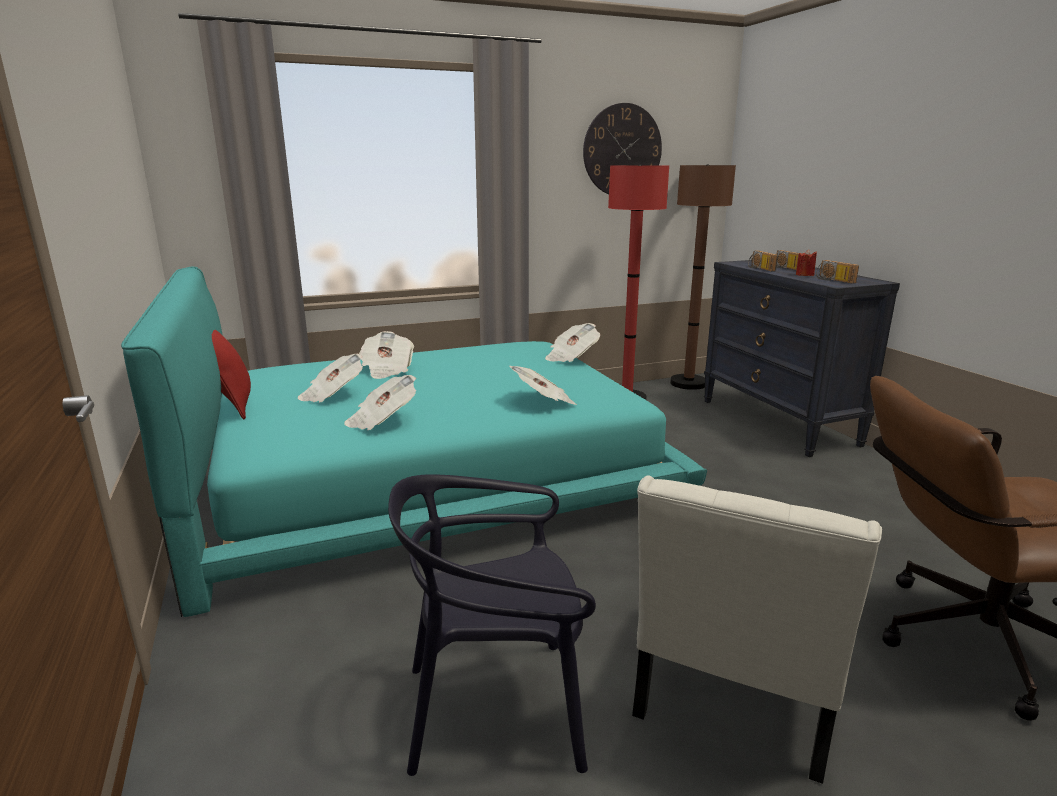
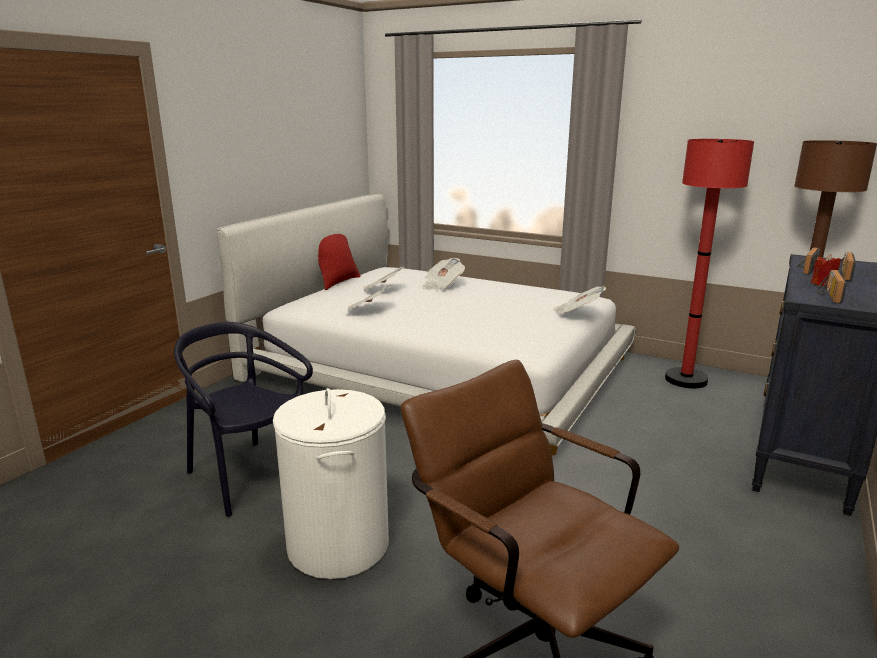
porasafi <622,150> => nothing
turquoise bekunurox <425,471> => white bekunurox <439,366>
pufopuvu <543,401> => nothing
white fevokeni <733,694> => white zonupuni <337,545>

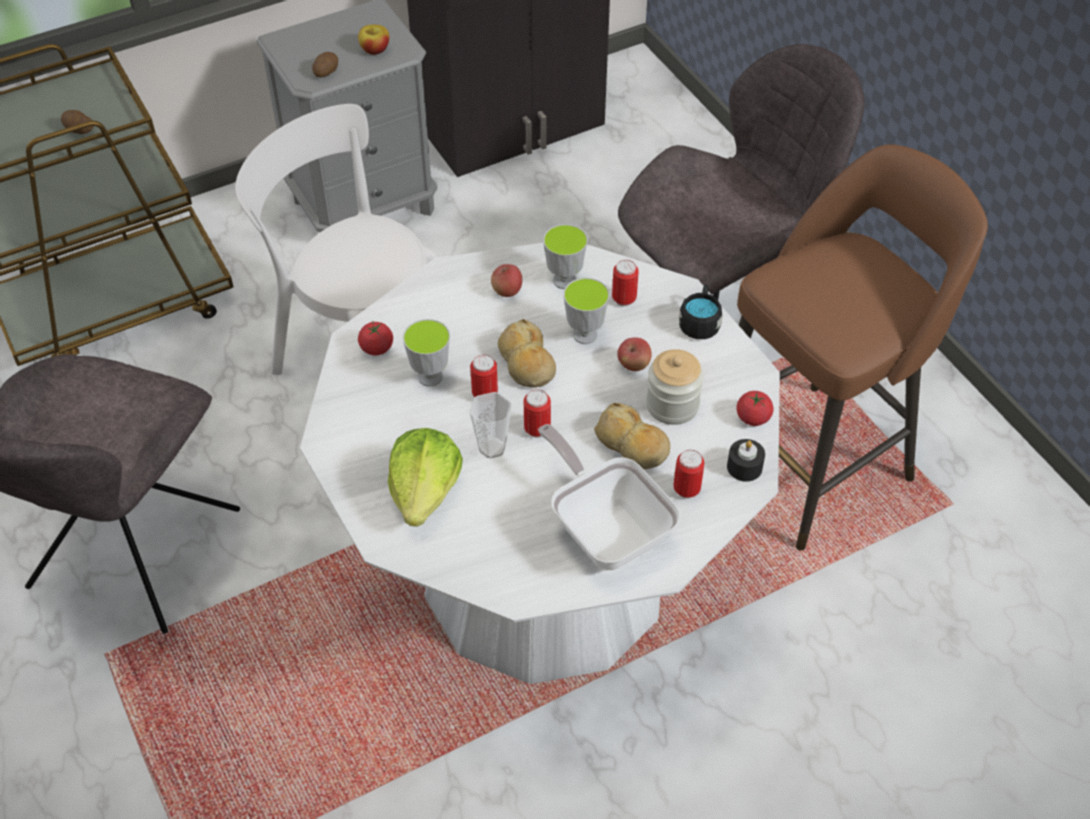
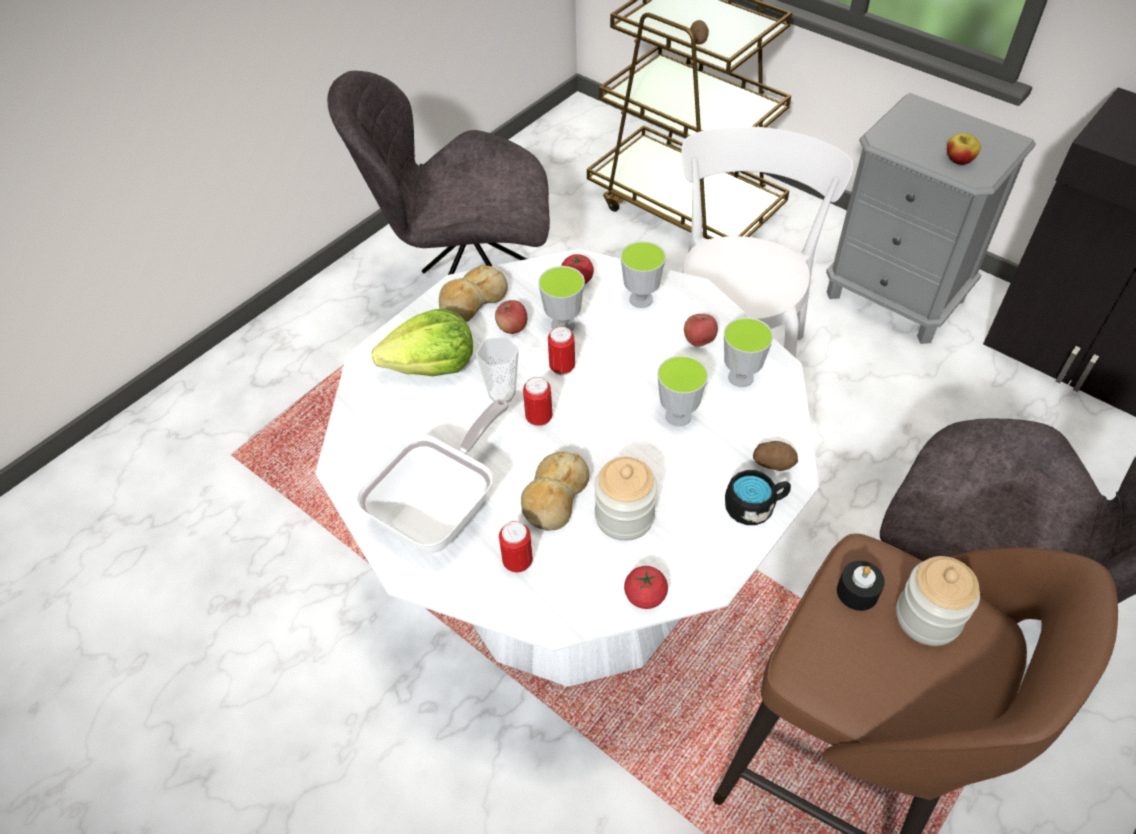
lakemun <325,72> => lakemun <773,462>, shifted
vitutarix <624,299> => nothing
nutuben <526,363> => nutuben <472,302>, shifted
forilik <634,365> => forilik <512,328>, shifted
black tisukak <744,467> => black tisukak <857,592>, shifted
nothing => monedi <641,299>
nothing => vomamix <927,617>

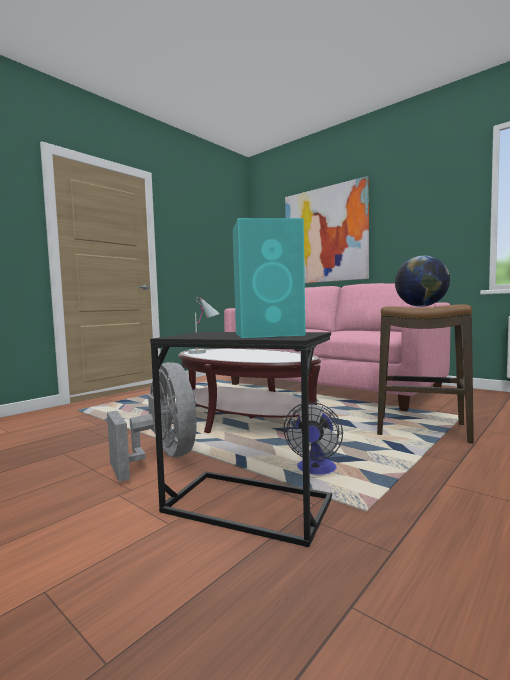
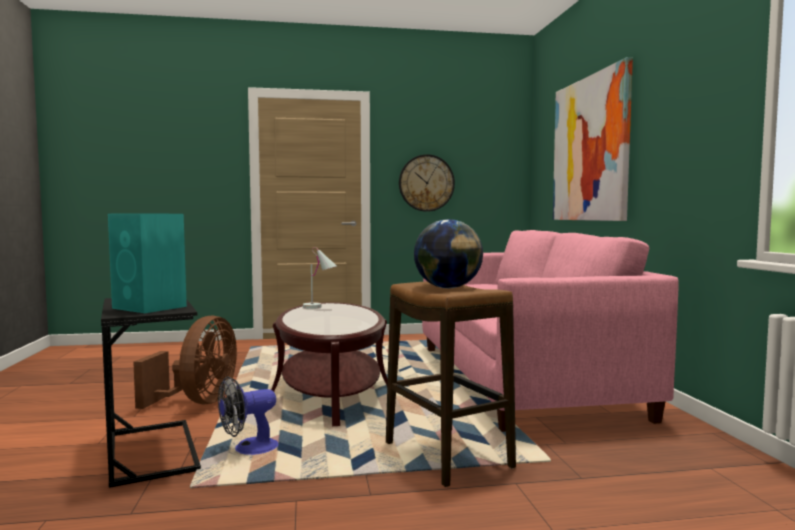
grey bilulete <163,458> => brown bilulete <198,402>
nothing => porasafi <426,183>

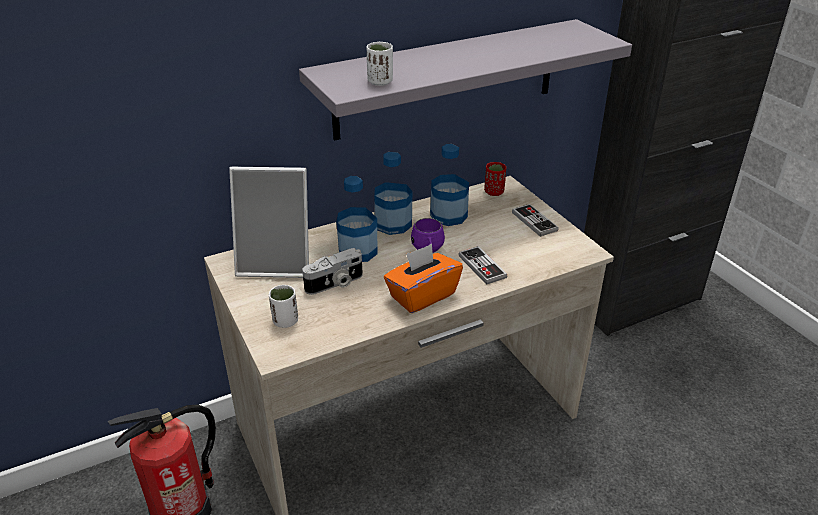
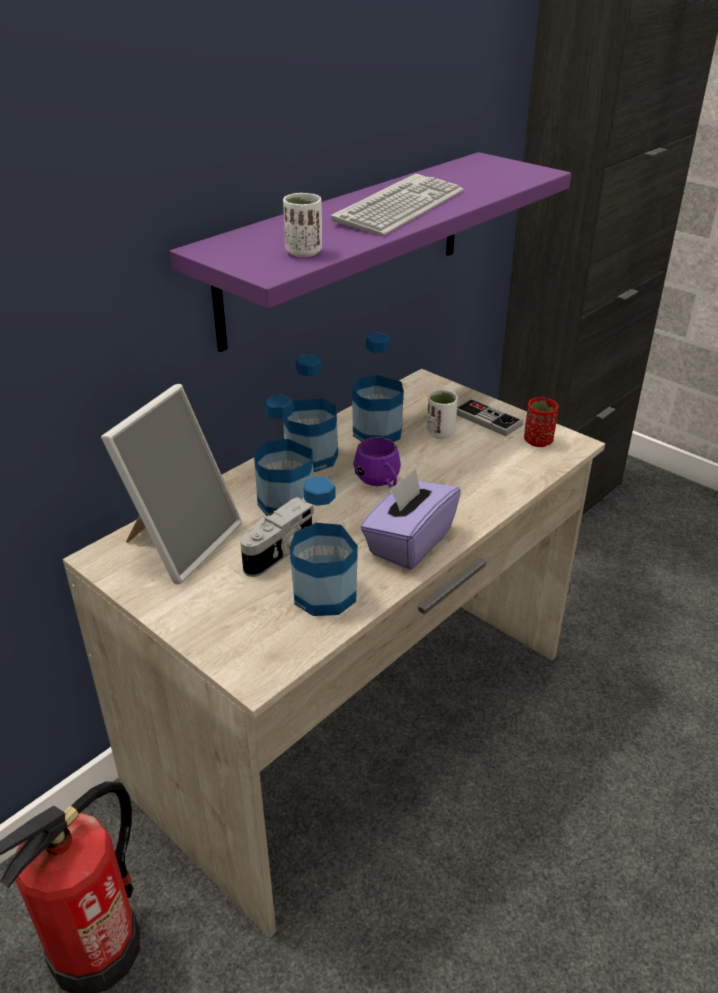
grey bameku <447,79> => purple bameku <347,246>
red monedi <494,192> => red monedi <538,441>, shifted
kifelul <277,262> => kifelul <180,542>, 45 degrees counterclockwise
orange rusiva <422,295> => purple rusiva <409,542>
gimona <482,267> => nothing
white monedi <285,321> => white monedi <440,433>, shifted
nothing => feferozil <400,207>
nothing => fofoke <325,594>

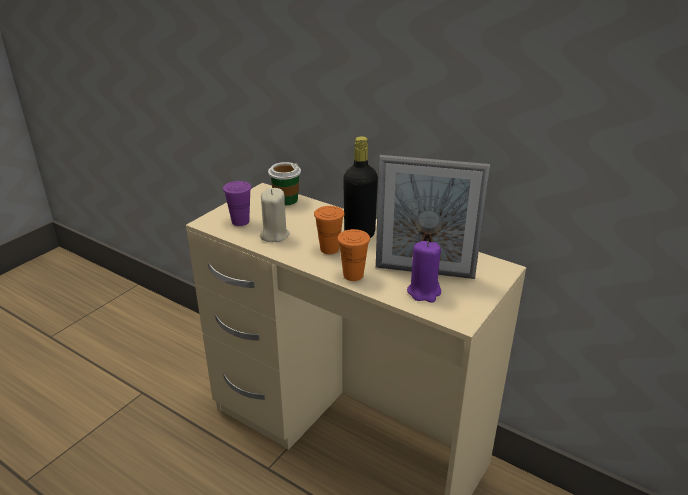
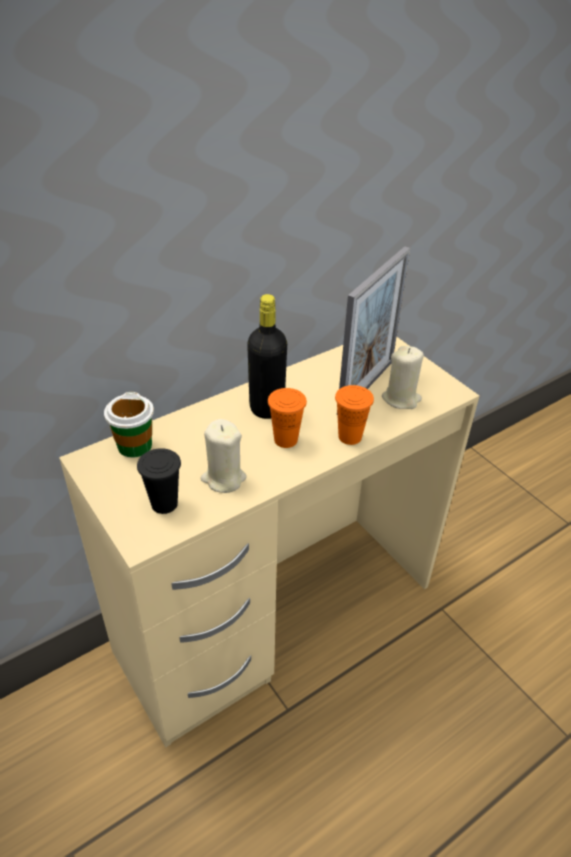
purple monedi <240,221> => black monedi <164,504>
purple tisukak <424,292> => beige tisukak <401,399>

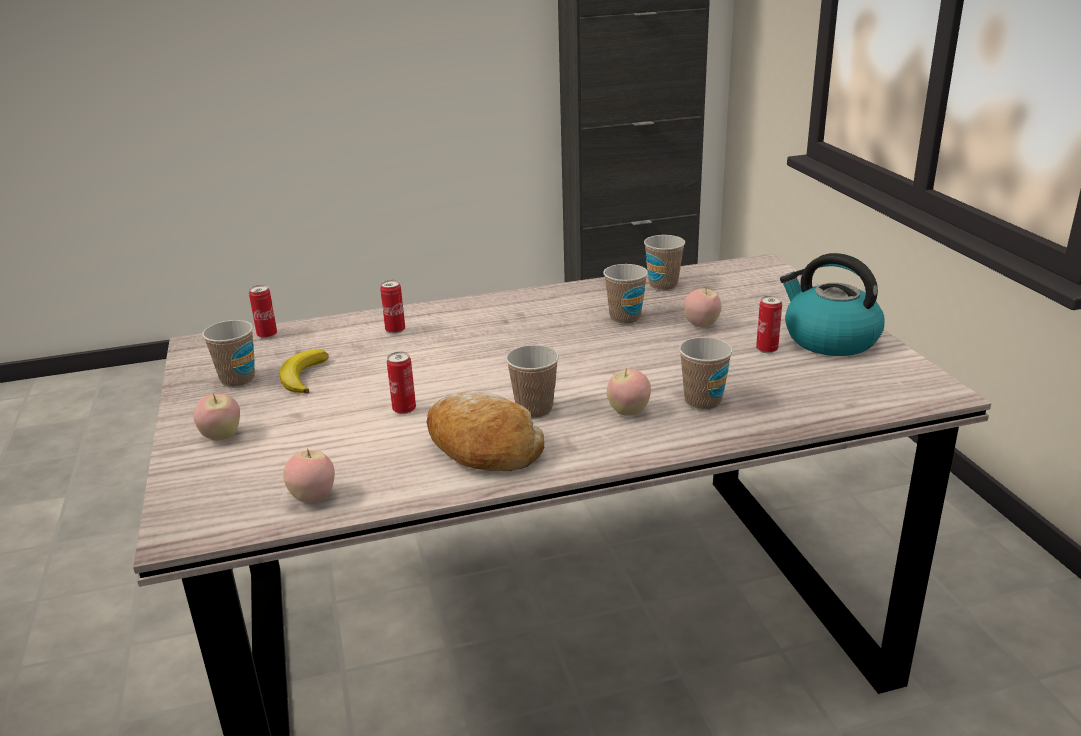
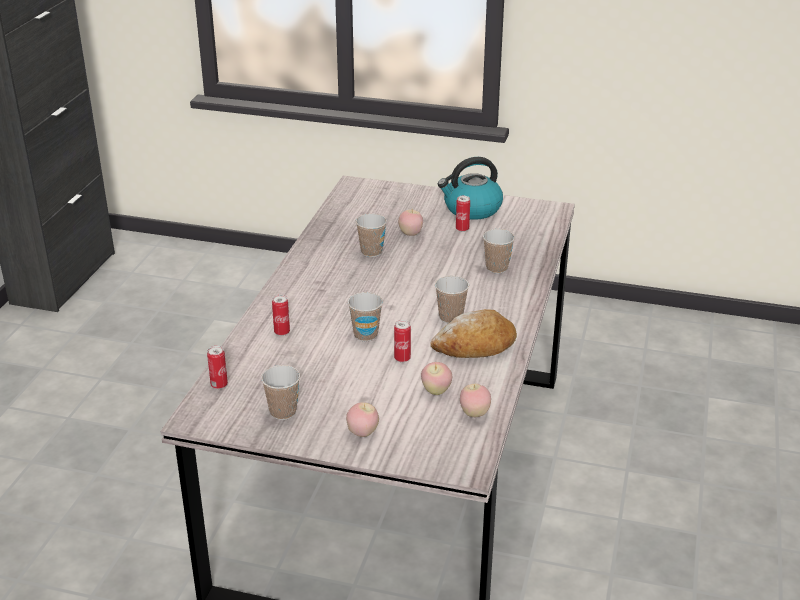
monedi <663,286> => monedi <365,335>, shifted
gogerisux <303,376> => nothing
forilik <628,412> => forilik <436,391>, shifted

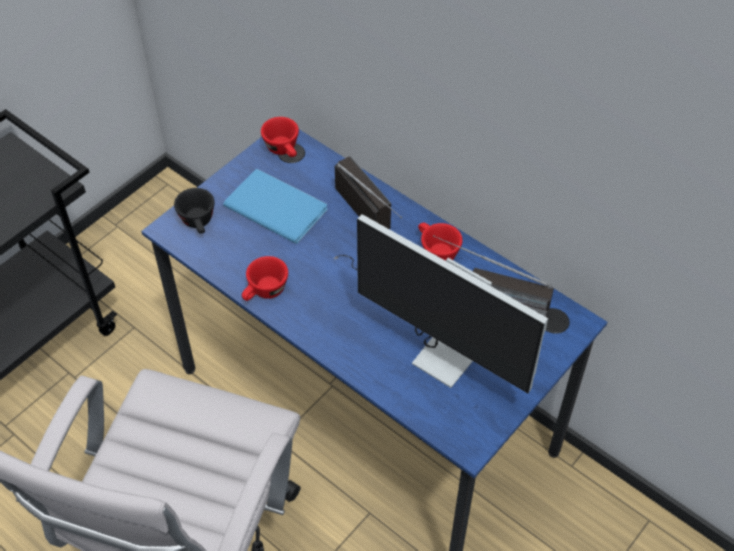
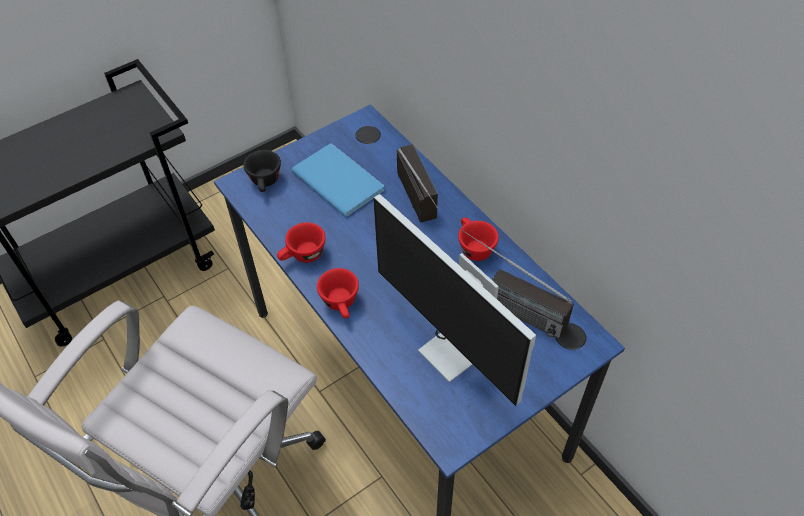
red monedi <284,150> => red monedi <341,304>, shifted

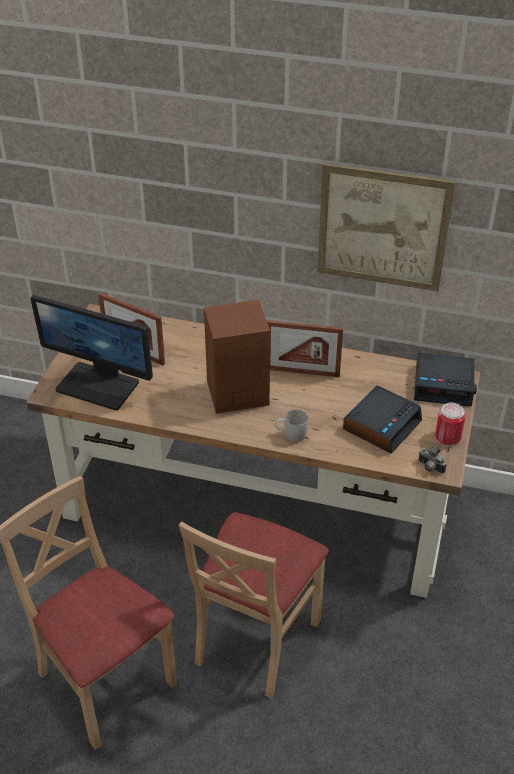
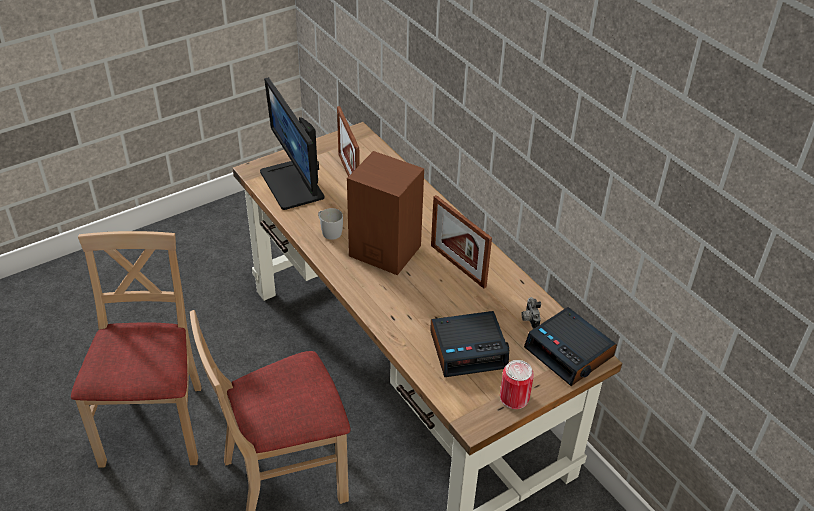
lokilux <383,227> => nothing
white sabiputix <291,434> => white sabiputix <329,231>, shifted
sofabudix <429,468> => sofabudix <529,319>, shifted

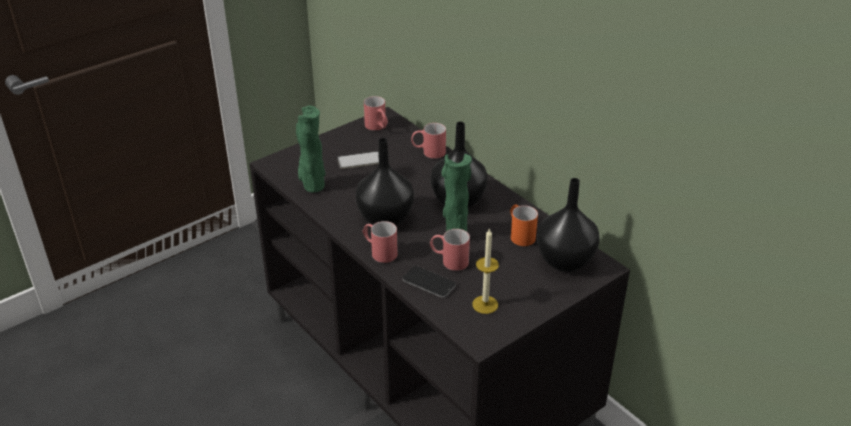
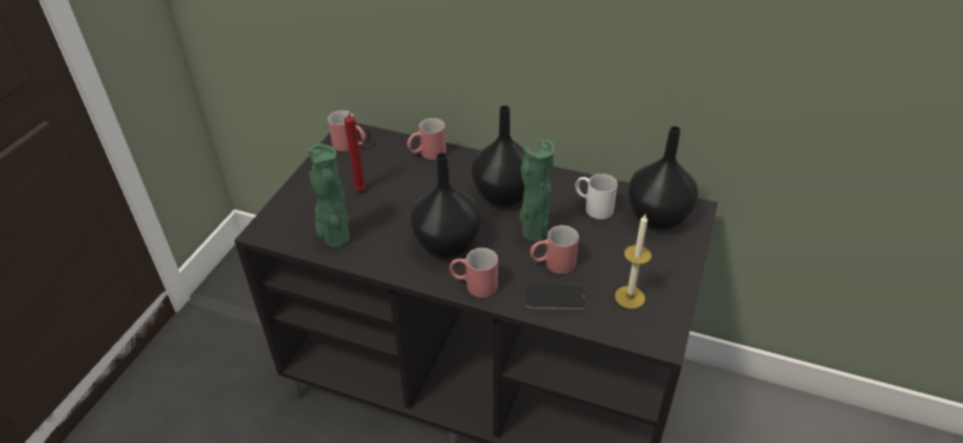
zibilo <359,160> => red tisukak <362,189>
orange sabiputix <520,234> => white sabiputix <593,207>

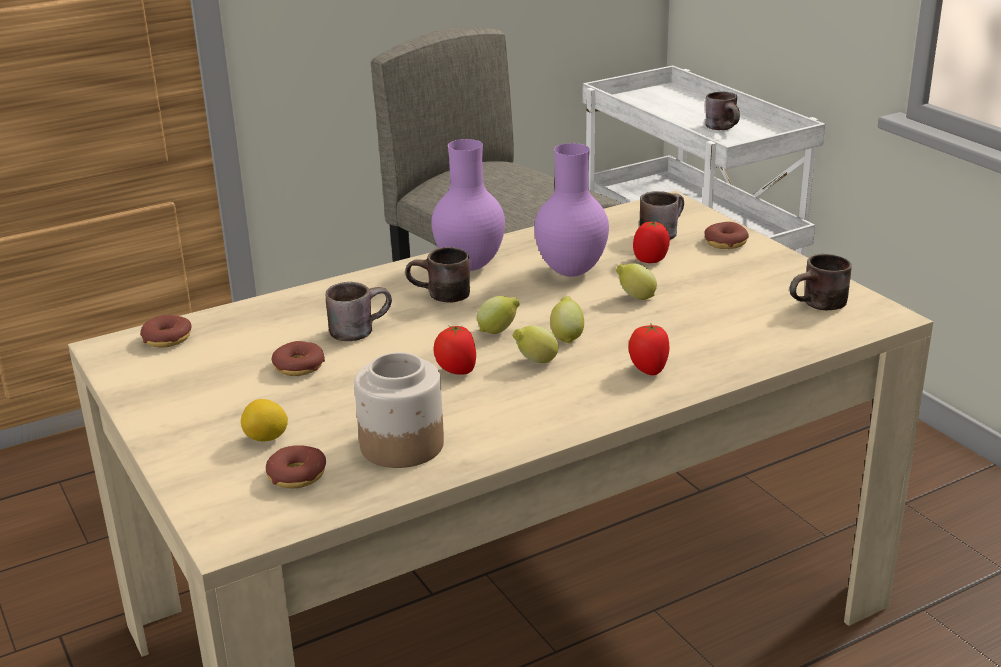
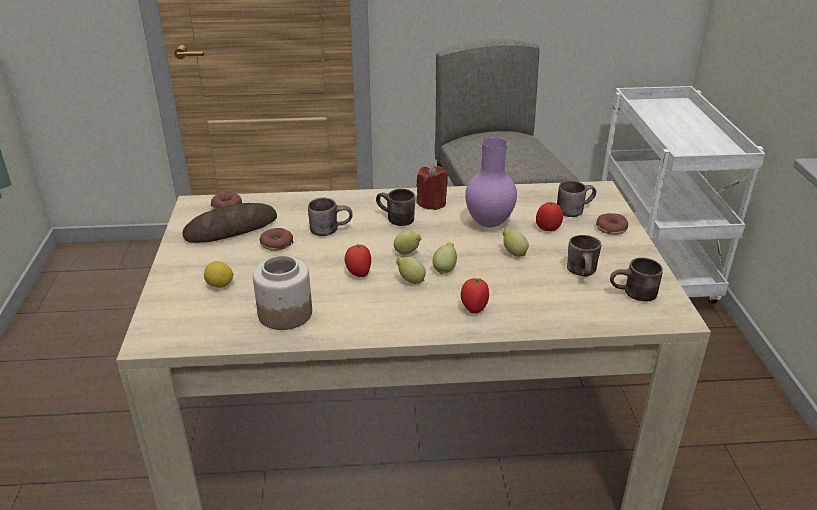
brown sabiputix <725,128> => brown sabiputix <584,273>, shifted
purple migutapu <471,266> => red tisukak <432,203>
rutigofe <296,476> => nothing
nothing => nutuben <231,228>

